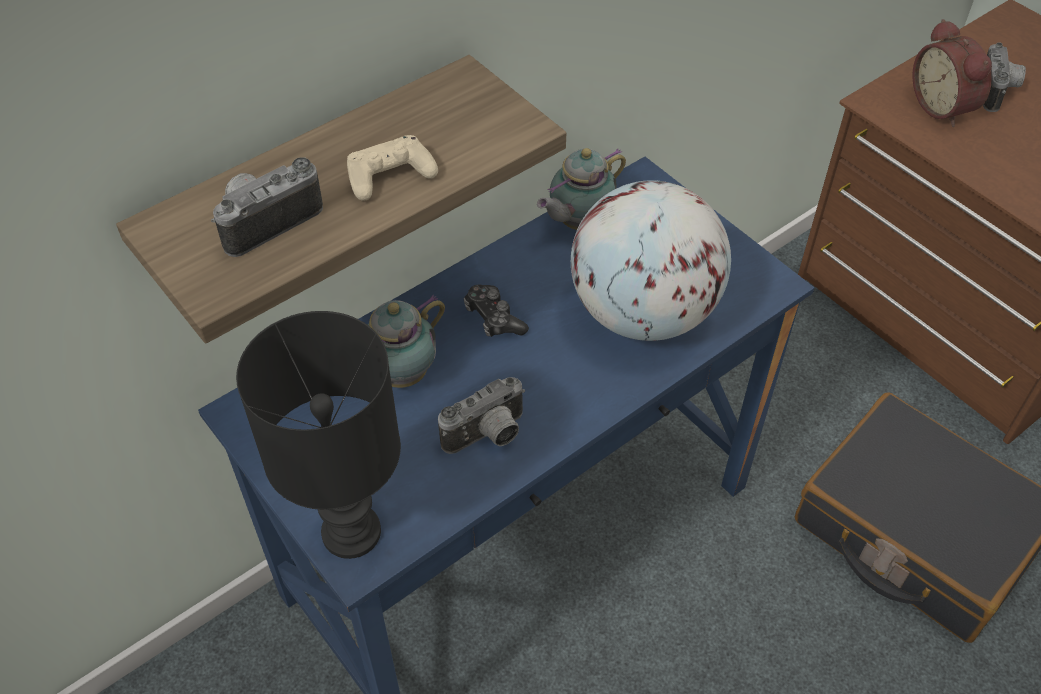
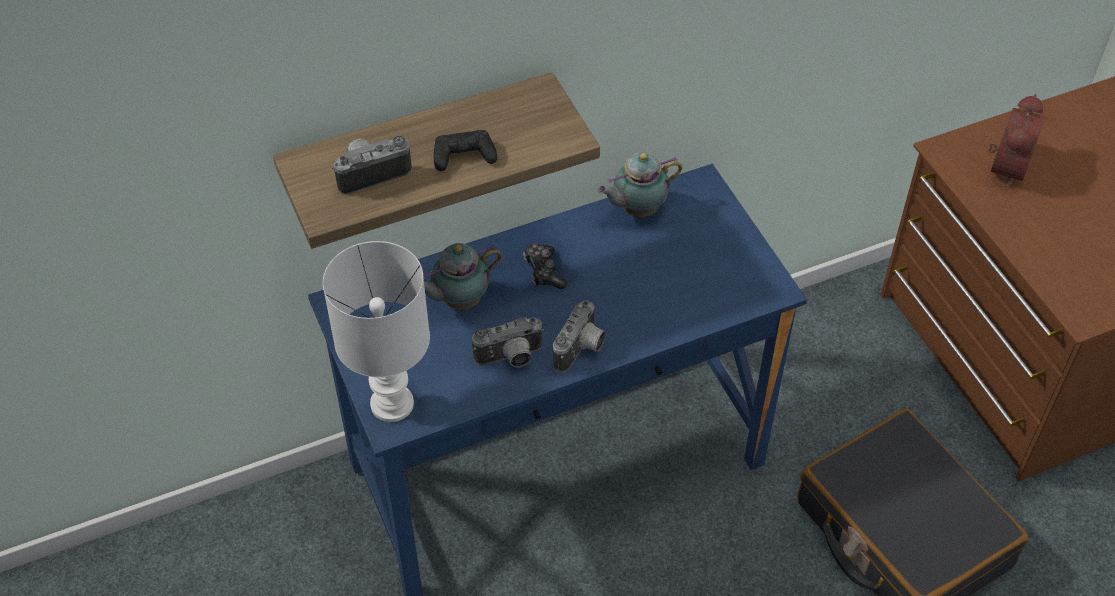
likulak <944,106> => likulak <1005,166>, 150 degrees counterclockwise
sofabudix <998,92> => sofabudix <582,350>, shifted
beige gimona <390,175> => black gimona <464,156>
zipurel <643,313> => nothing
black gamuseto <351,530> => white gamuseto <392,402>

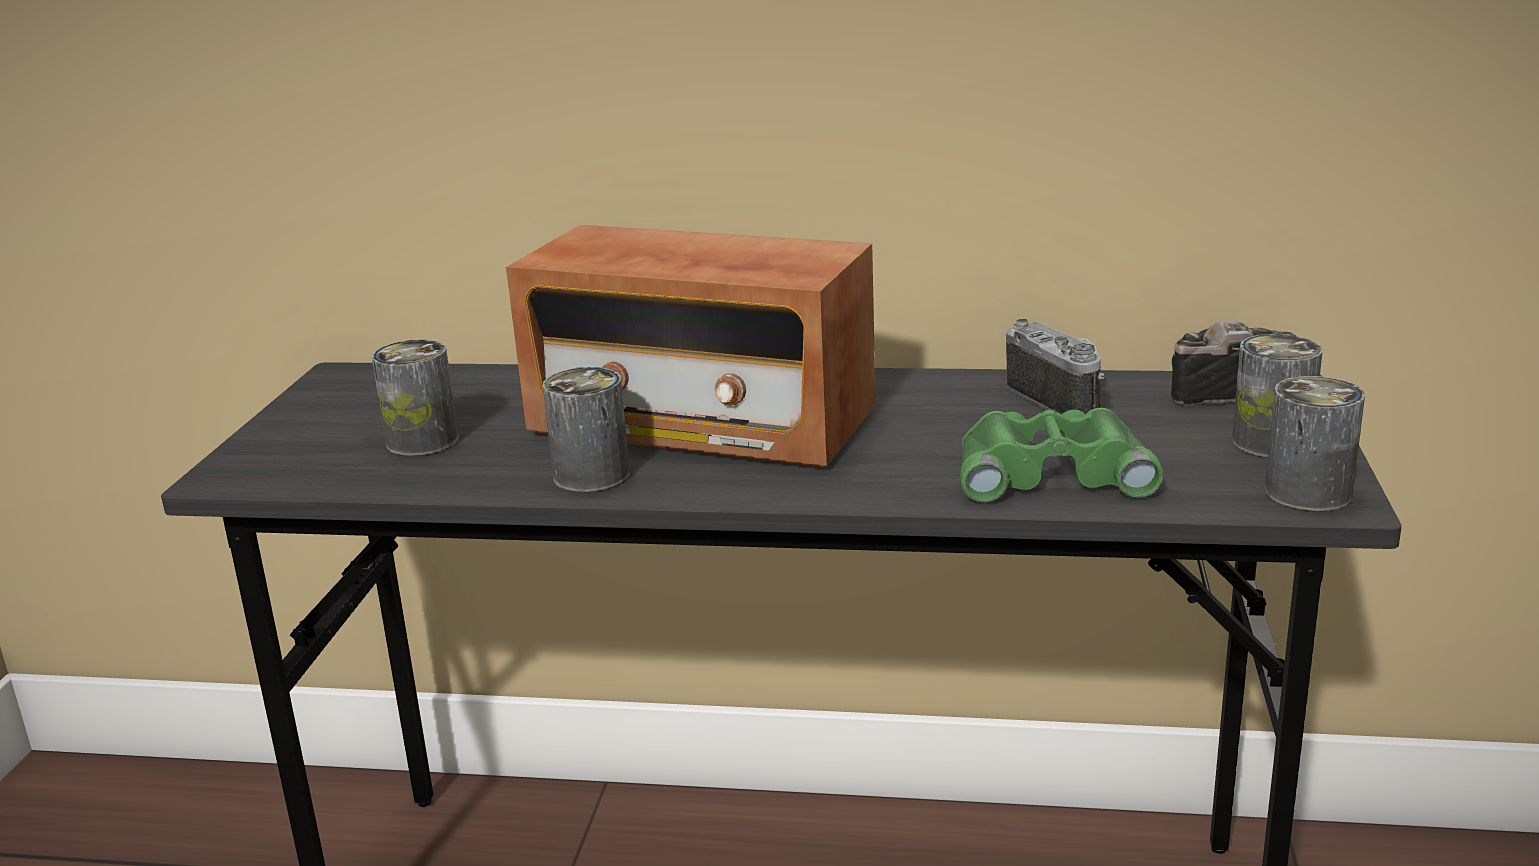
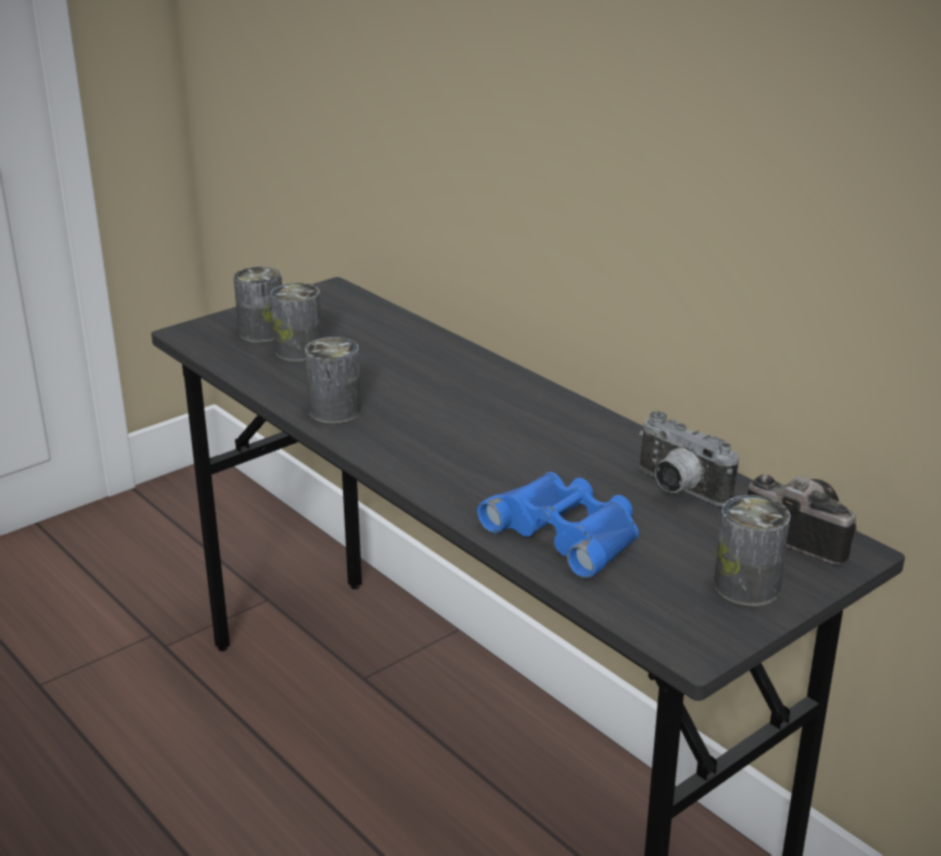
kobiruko <701,425> => nothing
sofabudix <1065,401> => sofabudix <677,490>, 120 degrees clockwise
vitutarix <1308,493> => vitutarix <262,332>, shifted
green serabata <1051,472> => blue serabata <566,533>

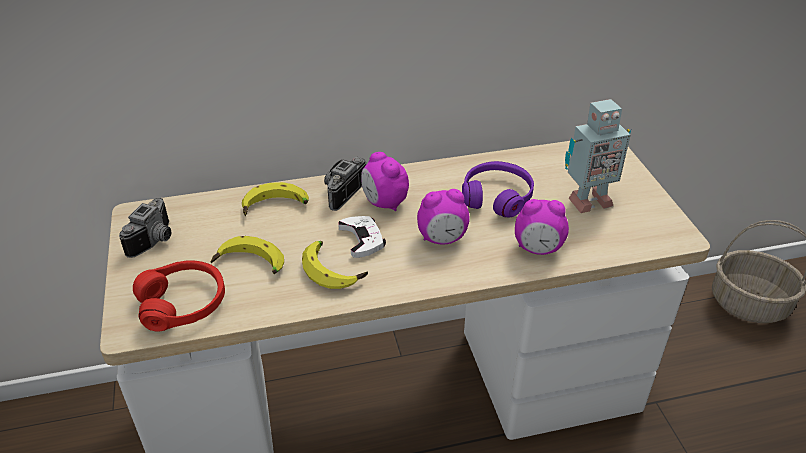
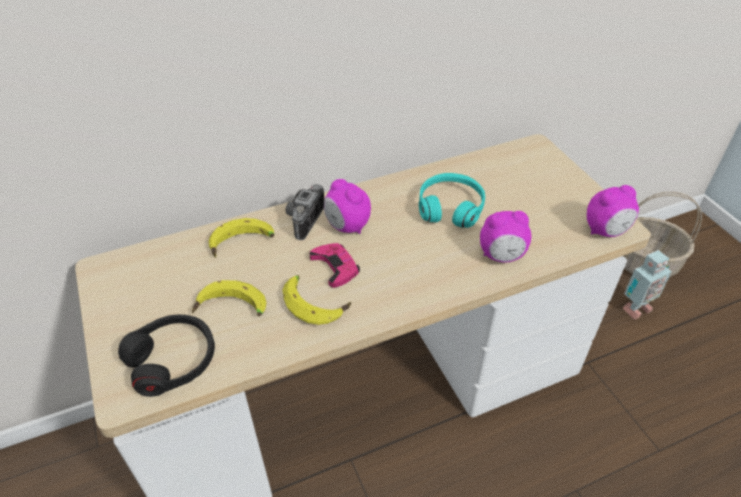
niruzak <587,201> => niruzak <634,308>, shifted
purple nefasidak <497,197> => turquoise nefasidak <450,207>
likulak <442,239> => likulak <605,231>, shifted
sofabudix <156,240> => nothing
white gimona <362,239> => pink gimona <335,267>
red nefasidak <183,303> => black nefasidak <173,360>

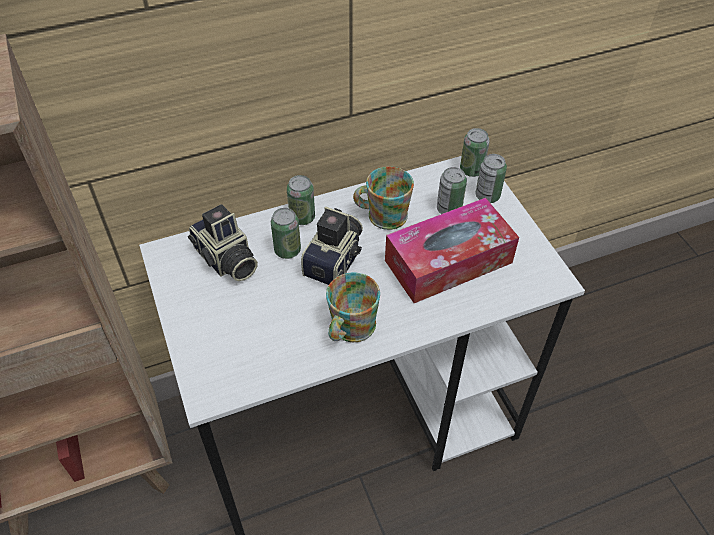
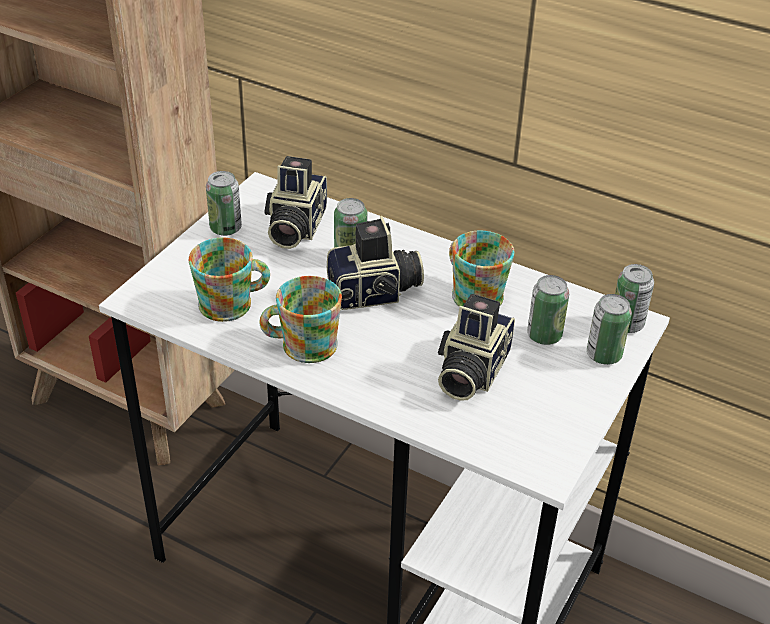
vitutarix <302,217> => vitutarix <225,228>, shifted
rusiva <448,261> => sofabudix <469,371>
nothing => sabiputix <233,304>

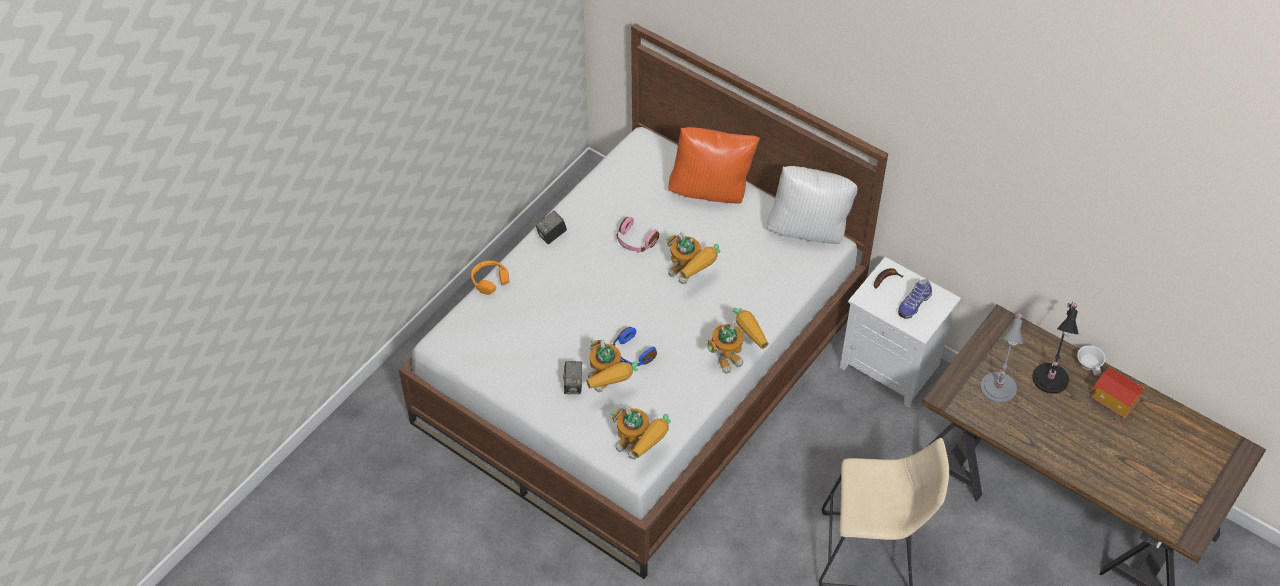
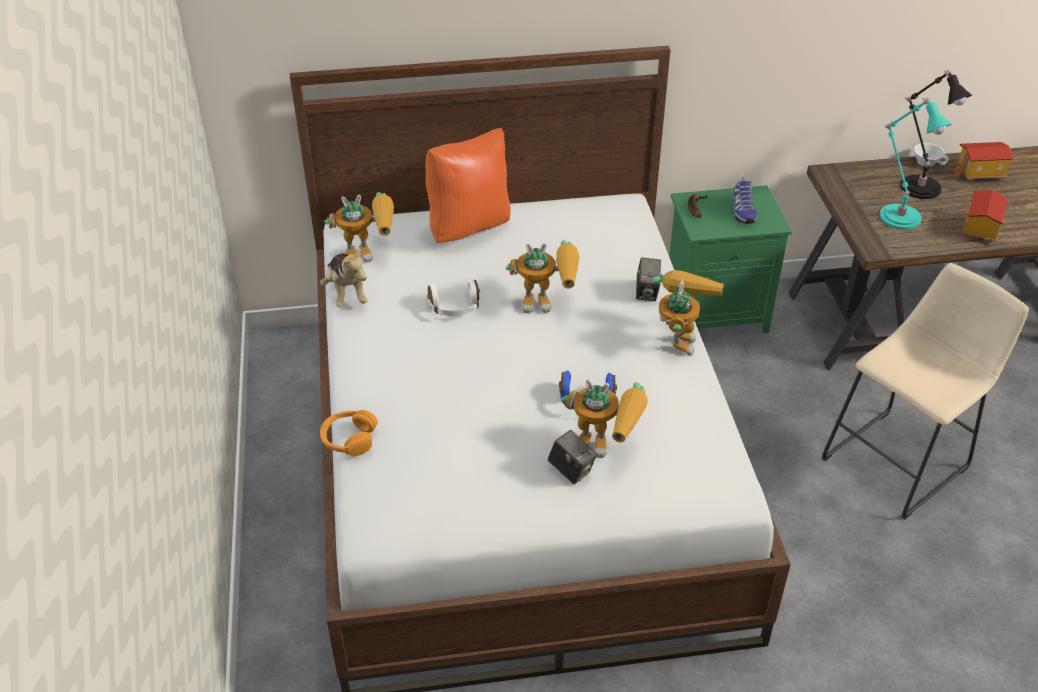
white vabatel <809,230> => nothing
sofabudix <552,236> => sofabudix <647,292>, shifted
pink nefasidak <635,241> => white nefasidak <455,307>
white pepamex <892,366> => green pepamex <716,313>
grey gamuseto <999,385> => turquoise gamuseto <898,215>
niruzak <640,450> => niruzak <369,252>, shifted
nothing => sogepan <979,229>
nothing => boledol <346,293>

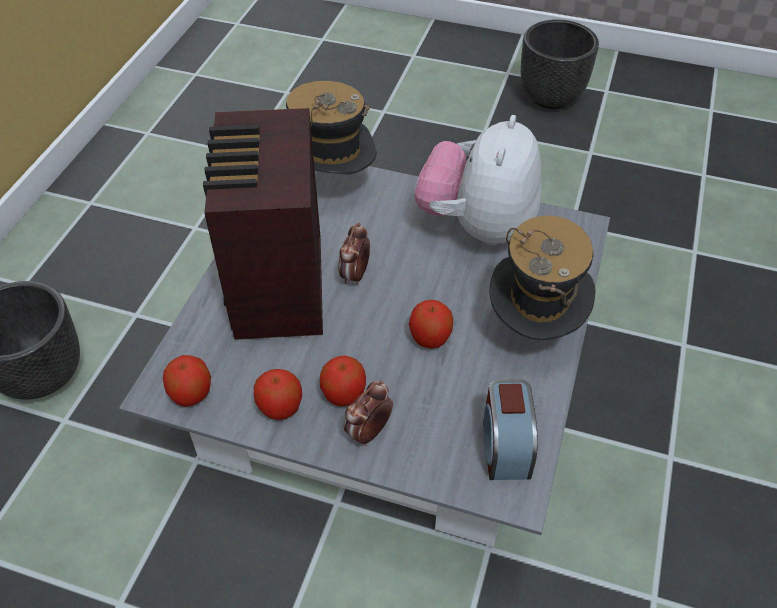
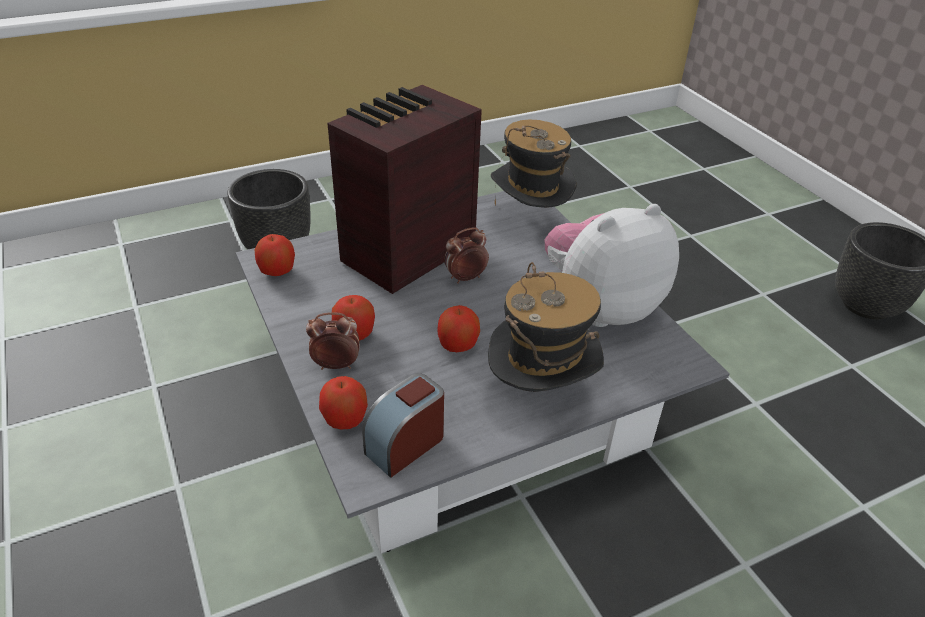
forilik <280,407> => forilik <345,419>, shifted

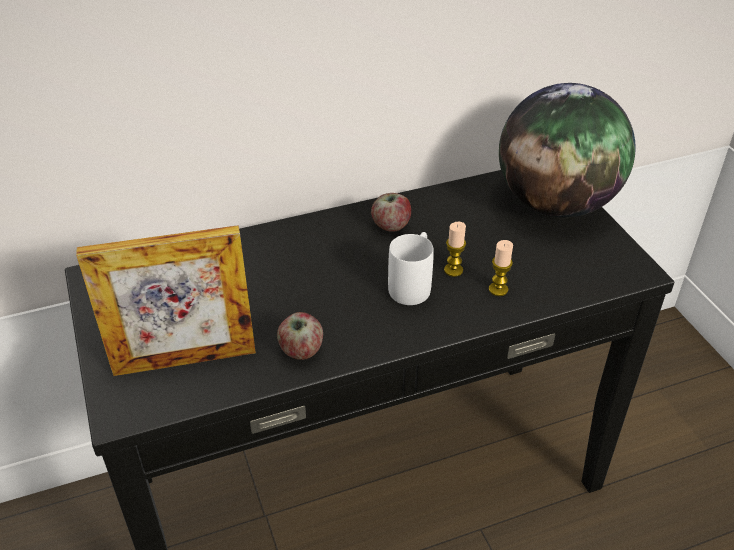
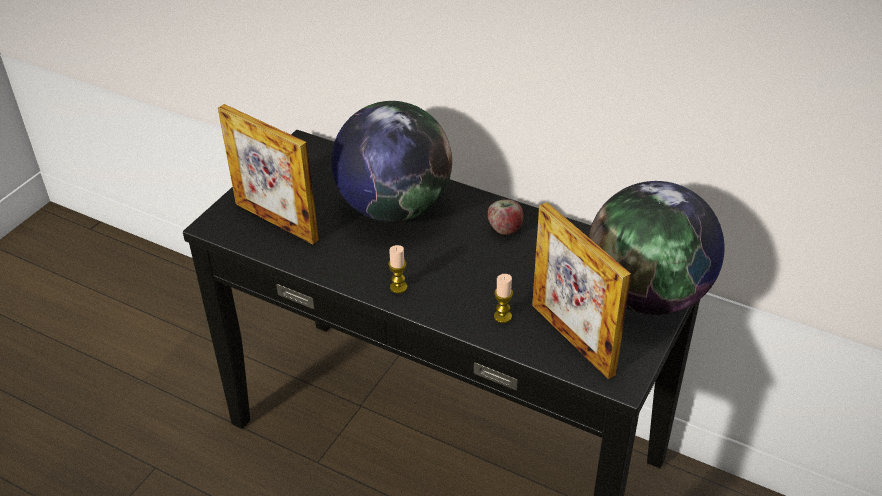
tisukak <453,270> => tisukak <398,287>, shifted
white sabiputix <413,284> => nothing
forilik <301,351> => nothing
nothing => zipurel <394,208>
nothing => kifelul <572,339>

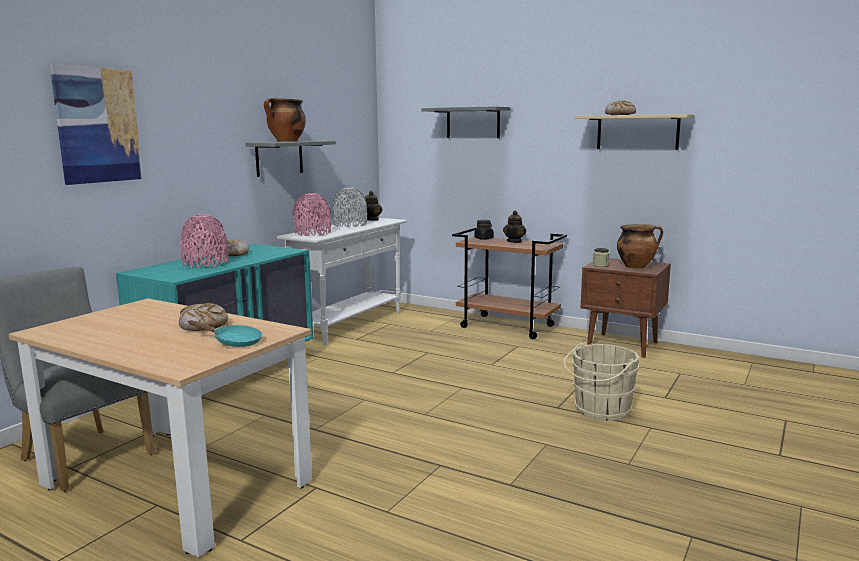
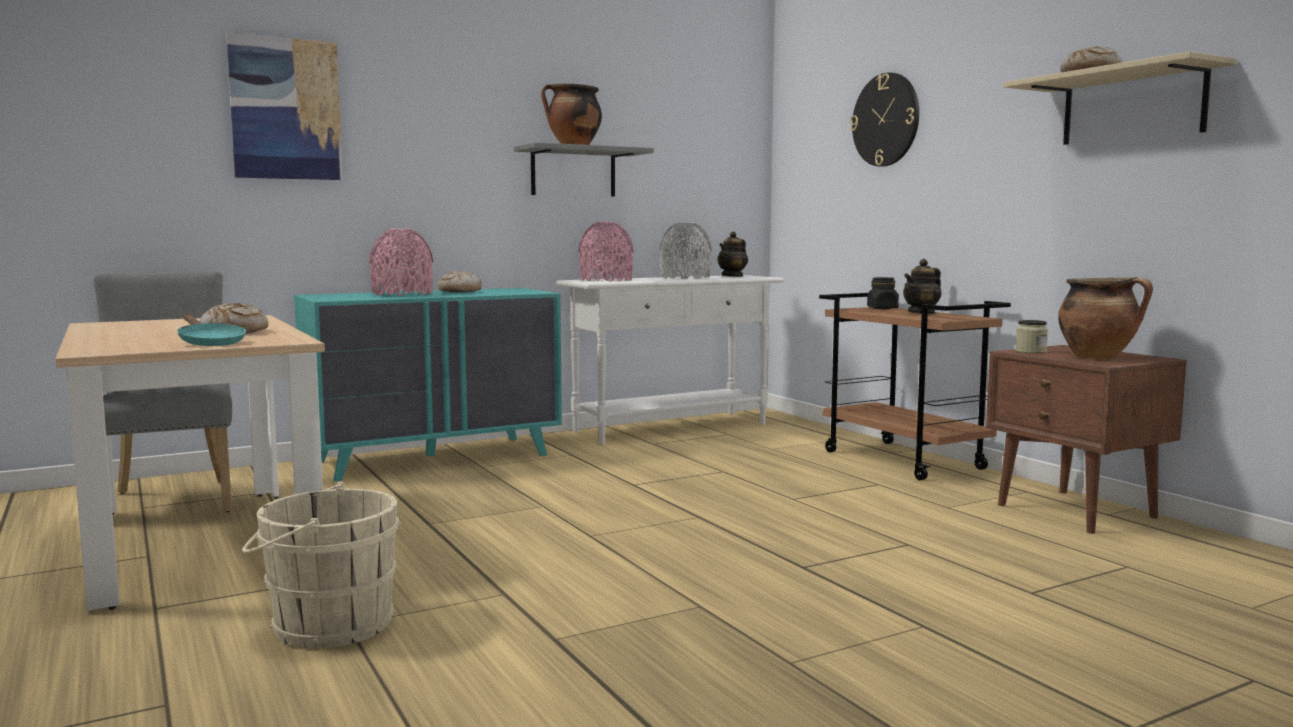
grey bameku <473,123> => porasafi <885,120>
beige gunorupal <600,410> => beige gunorupal <325,625>, shifted

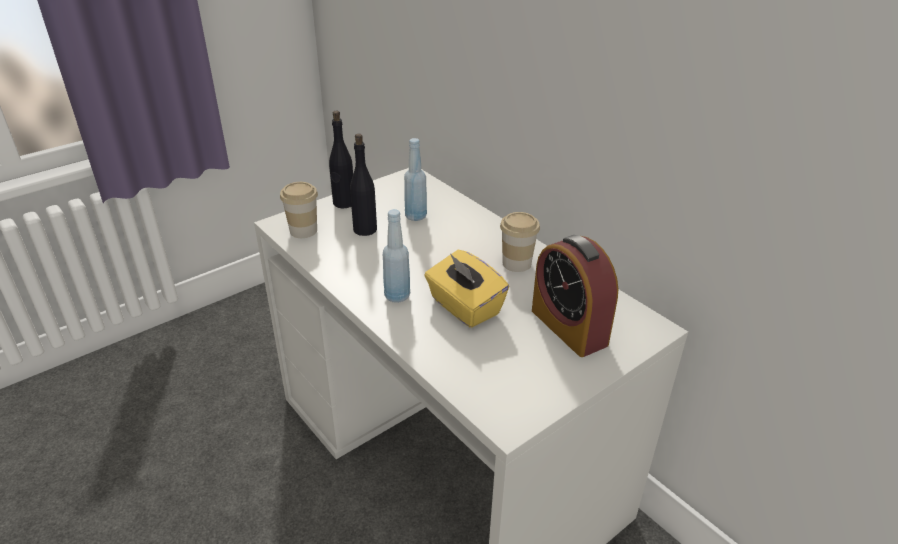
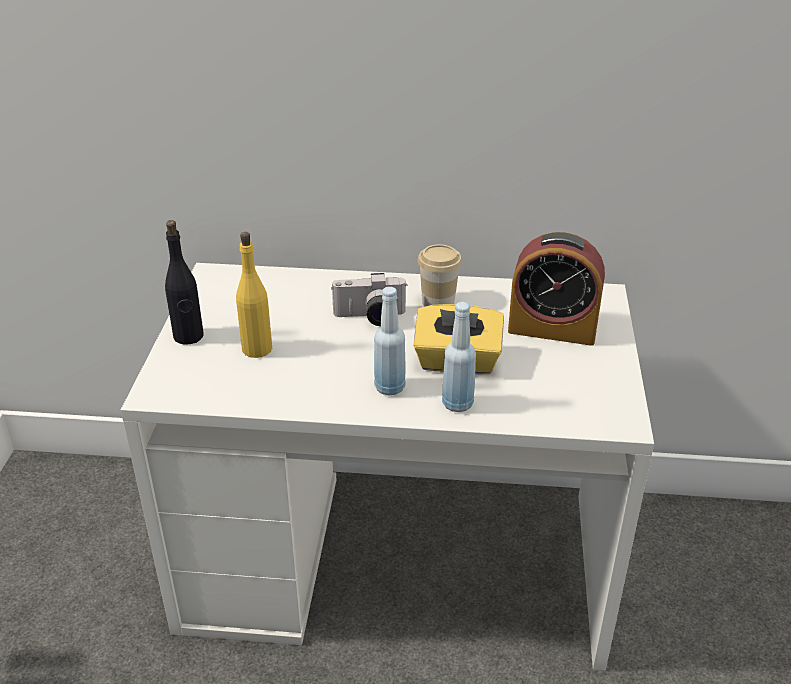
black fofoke <365,229> => yellow fofoke <256,349>
blue fofoke <415,216> => blue fofoke <457,404>, shifted
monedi <303,231> => nothing
nothing => sofabudix <370,318>

